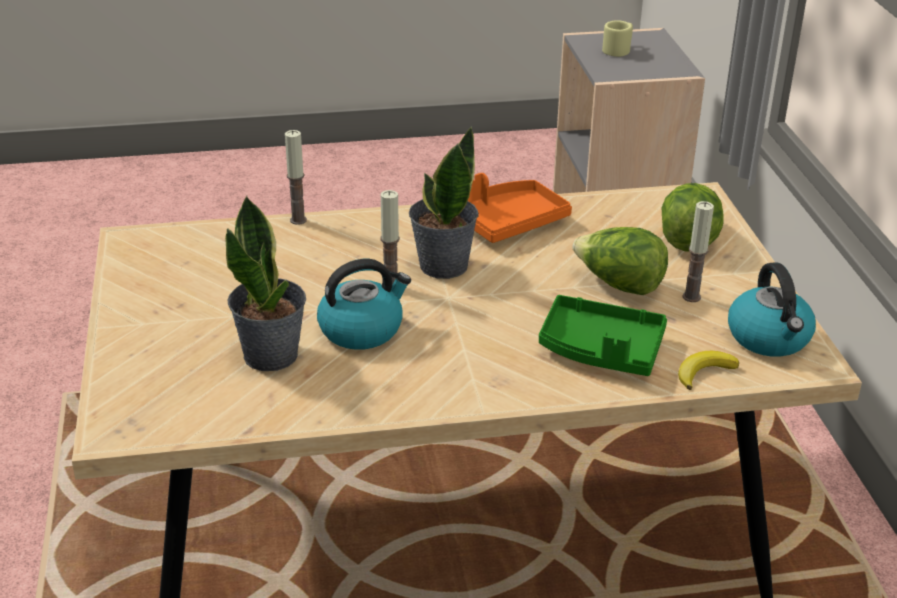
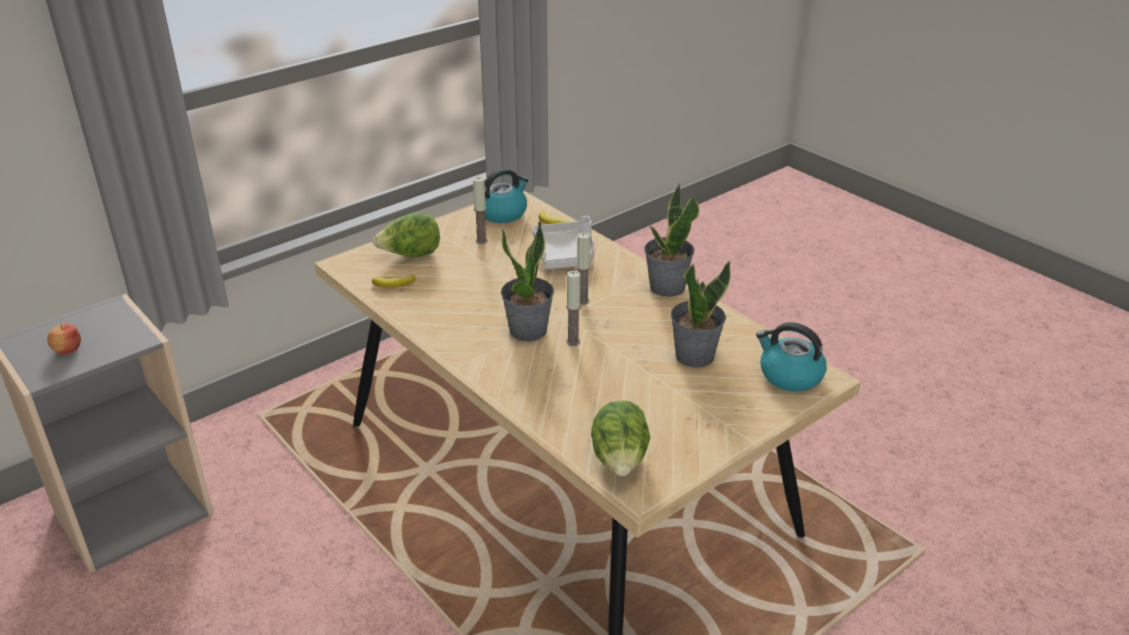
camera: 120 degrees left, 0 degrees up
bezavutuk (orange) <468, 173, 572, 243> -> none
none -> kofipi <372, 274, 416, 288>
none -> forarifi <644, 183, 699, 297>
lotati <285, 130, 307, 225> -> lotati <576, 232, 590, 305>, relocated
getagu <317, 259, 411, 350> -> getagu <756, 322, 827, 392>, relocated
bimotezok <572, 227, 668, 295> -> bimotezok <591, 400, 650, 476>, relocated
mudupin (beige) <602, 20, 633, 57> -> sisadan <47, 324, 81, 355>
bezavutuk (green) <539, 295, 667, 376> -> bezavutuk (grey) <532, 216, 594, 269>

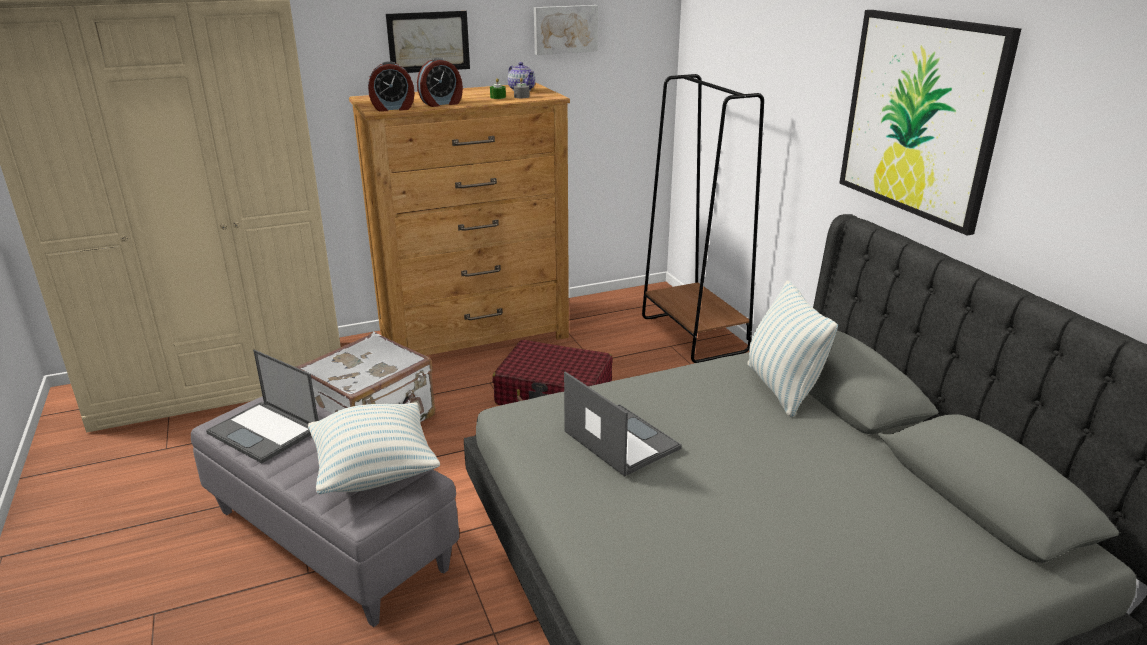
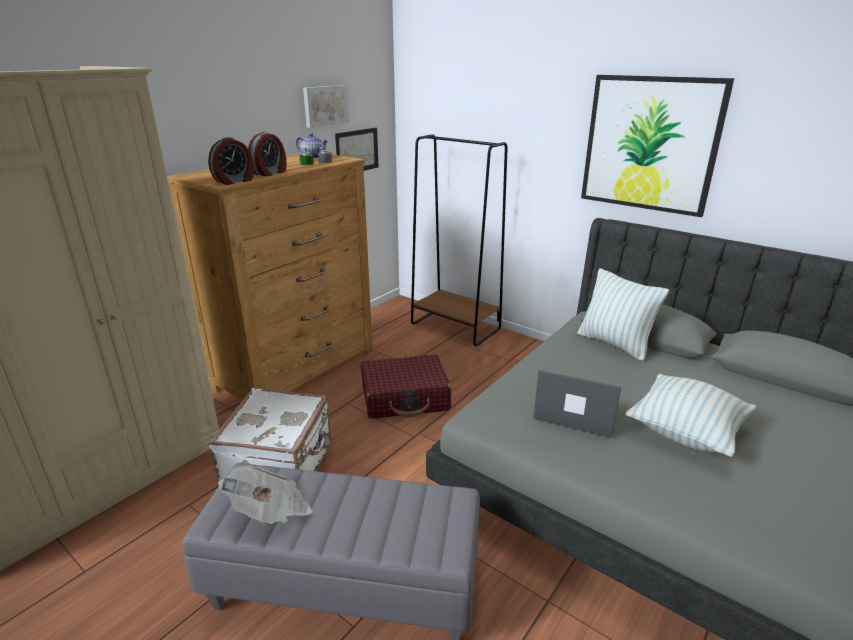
camera: 30 degrees left, 0 degrees up
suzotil <308, 402, 440, 494> -> suzotil <625, 374, 756, 457>, relocated
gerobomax <386, 11, 470, 73> -> gerobomax <335, 128, 379, 171>, relocated
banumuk <206, 350, 318, 463> -> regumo <218, 465, 312, 525>

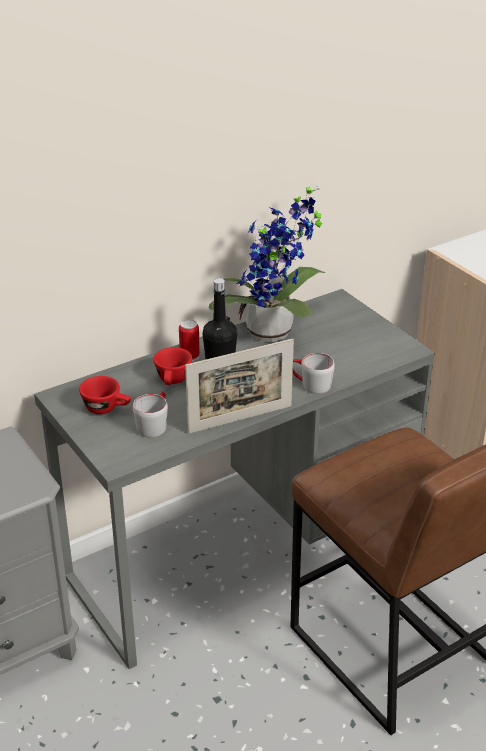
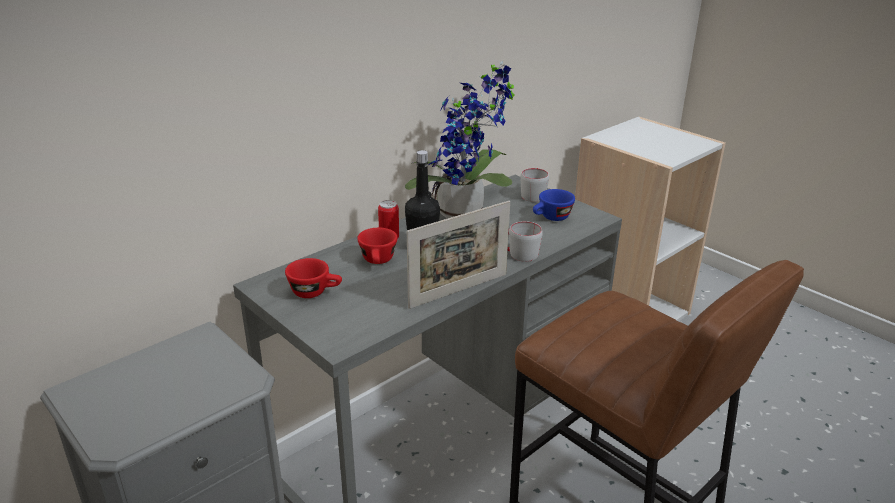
camera: 10 degrees left, 5 degrees down
none -> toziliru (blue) <533, 189, 575, 221>
mudupin (grey) <133, 392, 168, 438> -> mudupin (grey) <520, 168, 549, 202>, relocated

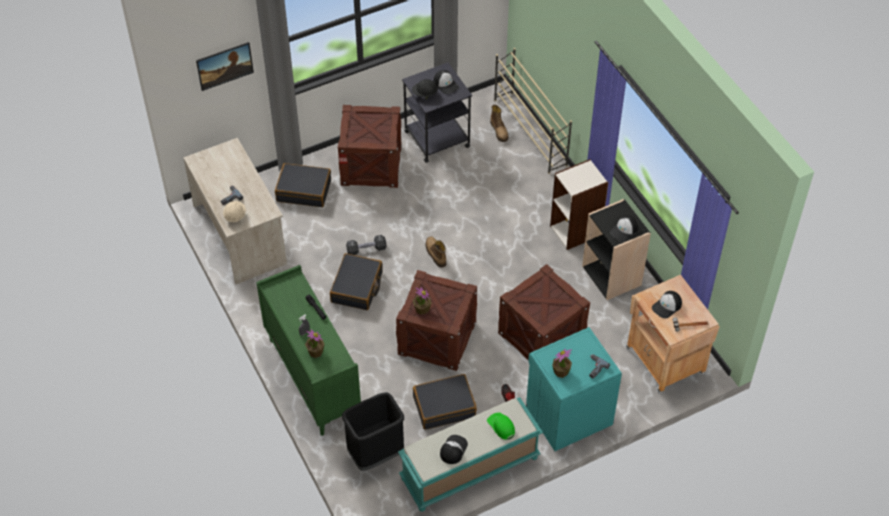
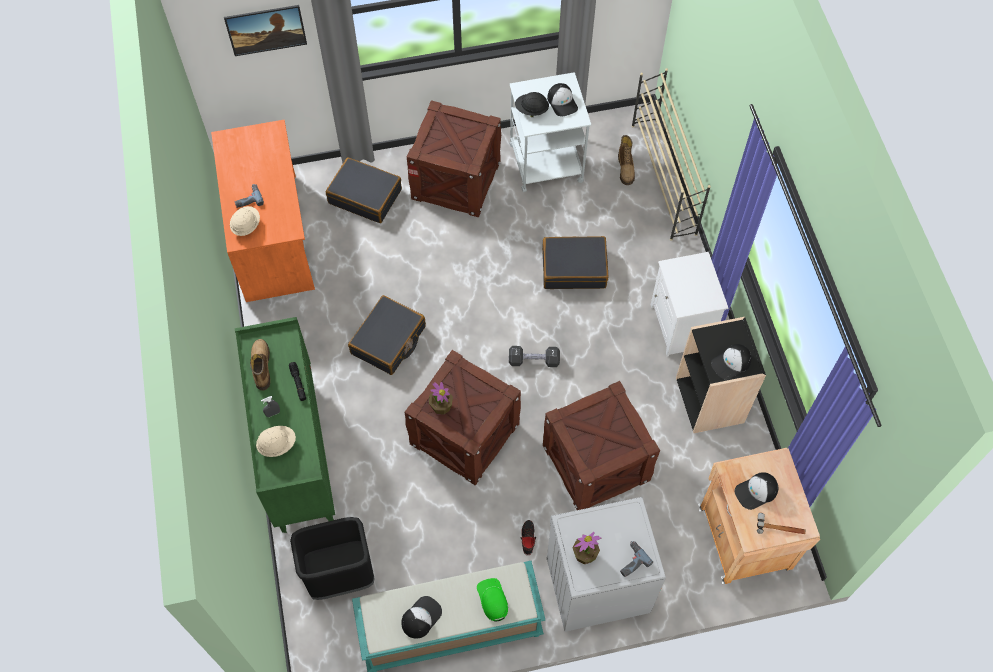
camera: 15 degrees right, 10 degrees up
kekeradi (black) <346, 235, 387, 255> -> kekeradi (black) <509, 346, 560, 367>, relocated
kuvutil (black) <413, 374, 477, 430> -> kuvutil (black) <542, 236, 608, 289>, relocated
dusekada <425, 236, 446, 268> -> dusekada <250, 339, 270, 391>, relocated
forarifi <305, 329, 325, 358> -> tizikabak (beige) <256, 426, 296, 457>
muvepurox <550, 159, 608, 250> -> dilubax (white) <651, 252, 728, 357>
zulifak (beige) <183, 138, 287, 284> -> zulifak (orange) <211, 120, 315, 302>
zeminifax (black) <402, 62, 472, 163> -> zeminifax (white) <509, 72, 591, 192>
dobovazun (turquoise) <526, 327, 622, 451> -> dobovazun (white) <547, 497, 666, 632>

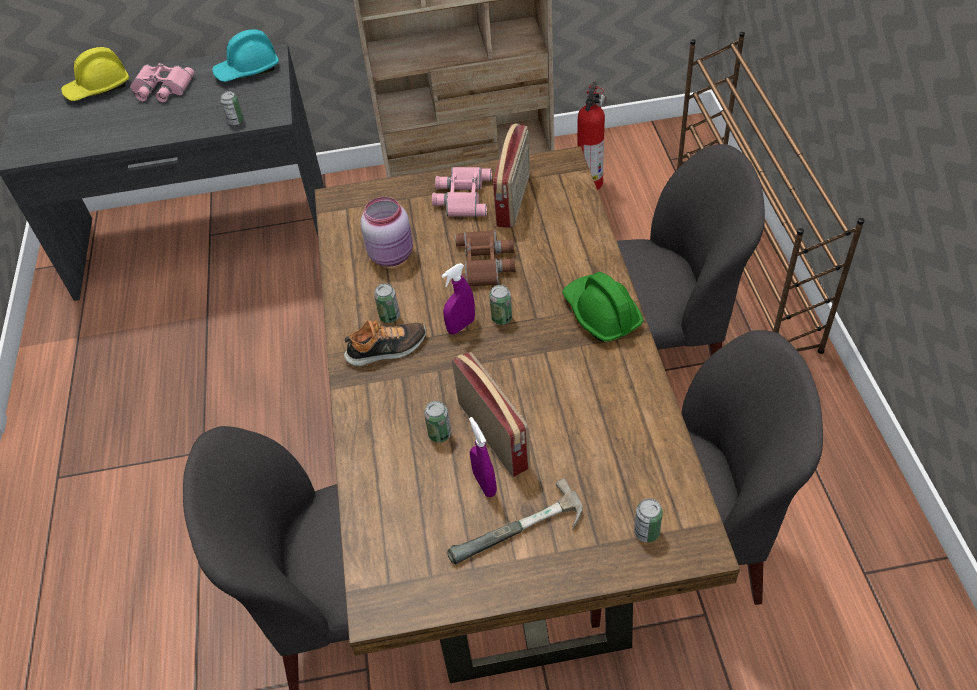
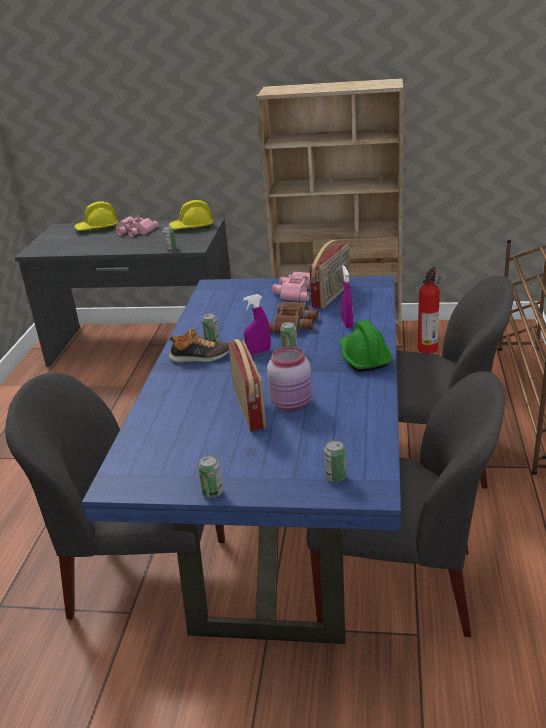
camera: 15 degrees right, 20 degrees down
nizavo <447, 478, 583, 565> -> none
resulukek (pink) <361, 197, 413, 267> -> resulukek (pink) <267, 347, 312, 412>, relocated
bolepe <424, 401, 451, 443> -> bolepe <198, 456, 223, 498>, relocated
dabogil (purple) <469, 417, 497, 497> -> dabogil (purple) <341, 265, 353, 328>, relocated
tizikabak (turquoise) <212, 29, 279, 82> -> tizikabak (yellow) <169, 200, 213, 229>
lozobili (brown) <315, 146, 740, 683> -> lozobili (blue) <82, 276, 401, 644>

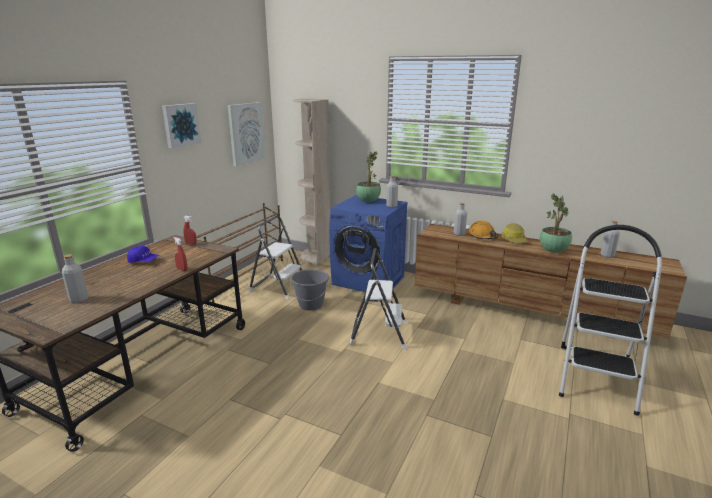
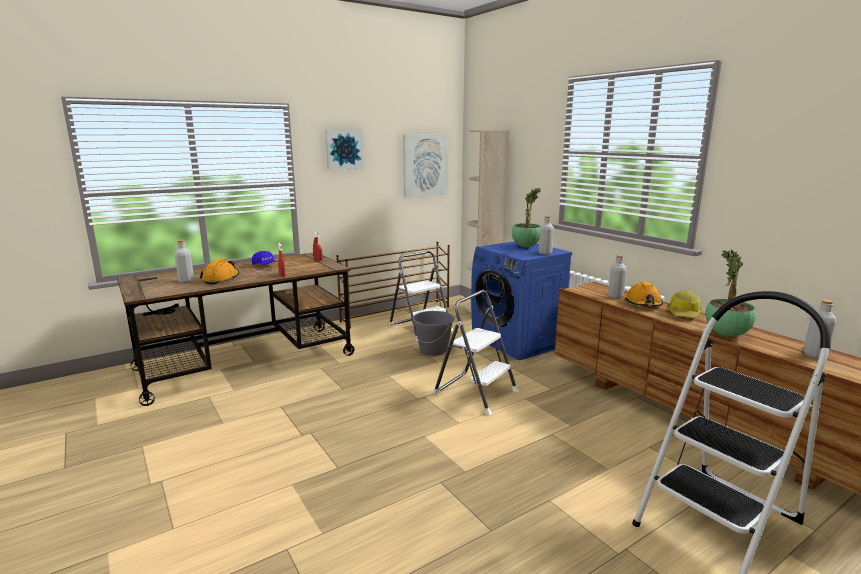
camera: 30 degrees right, 5 degrees down
none -> tizikabak (orange) <200, 258, 239, 284>

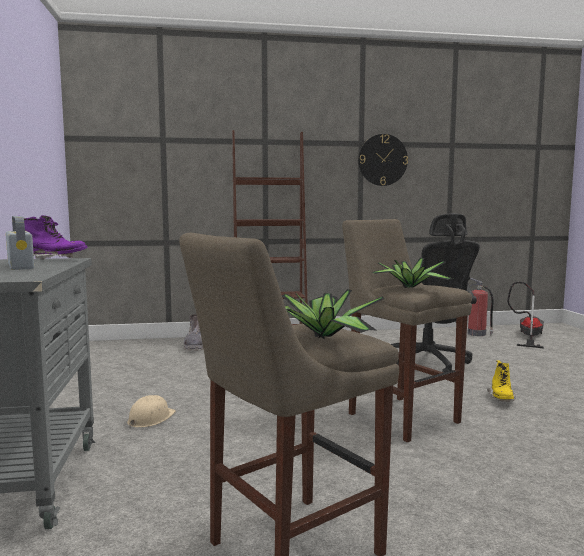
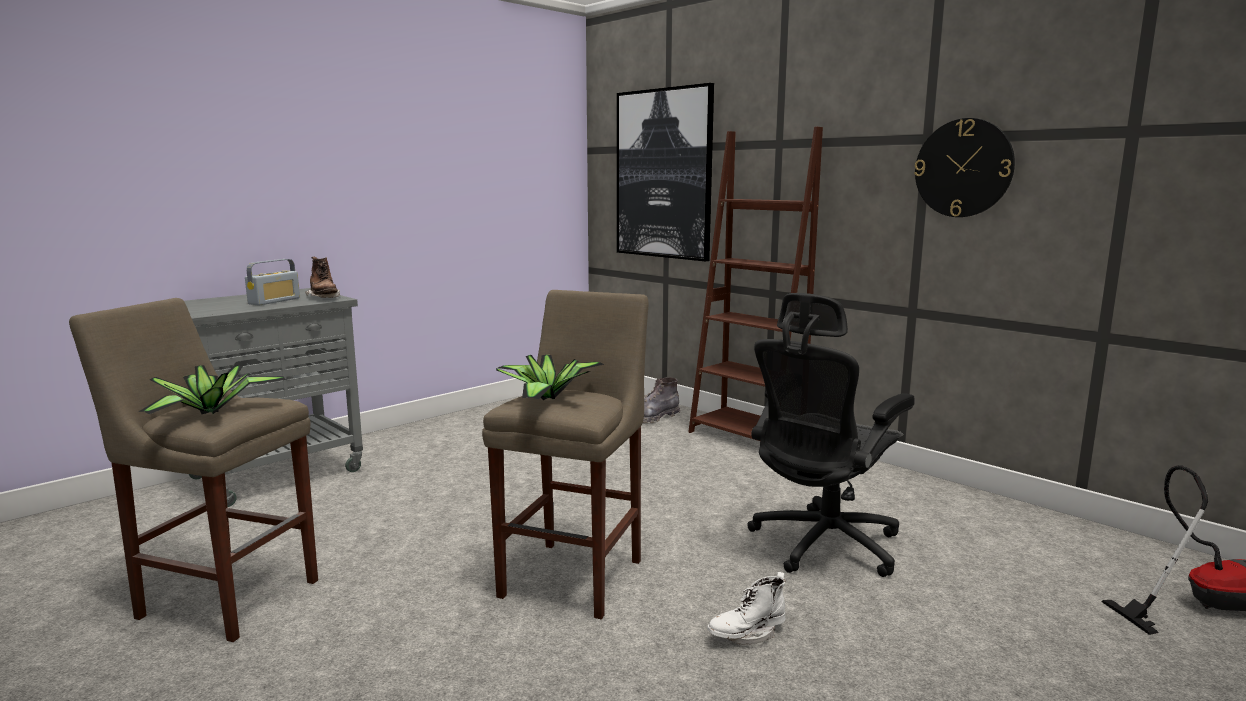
camera: 55 degrees right, 5 degrees up
tizikabak (beige) <127, 395, 176, 429> -> none
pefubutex <468, 278, 494, 336> -> none
none -> gerobomax <617, 83, 714, 261>
dusekada (purple) <24, 215, 88, 259> -> dusekada (brown) <305, 257, 340, 298>
dusekada (yellow) <487, 360, 516, 402> -> dusekada (white) <708, 572, 785, 645>

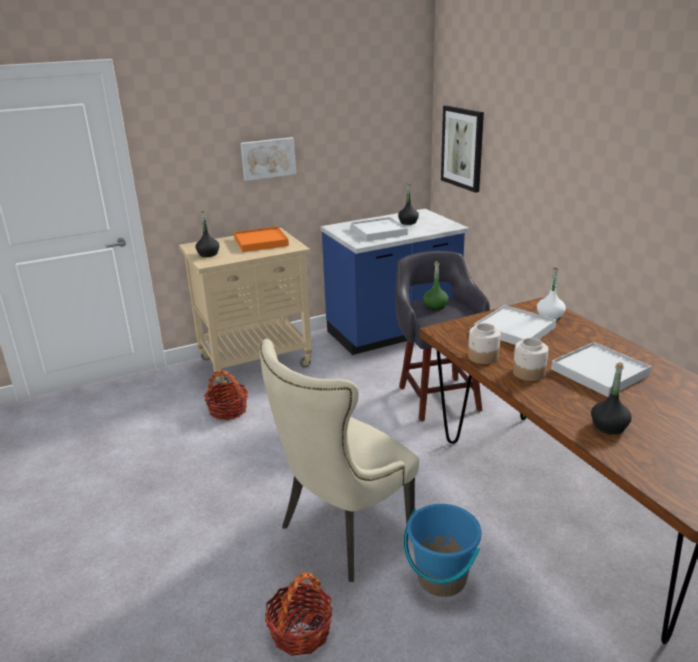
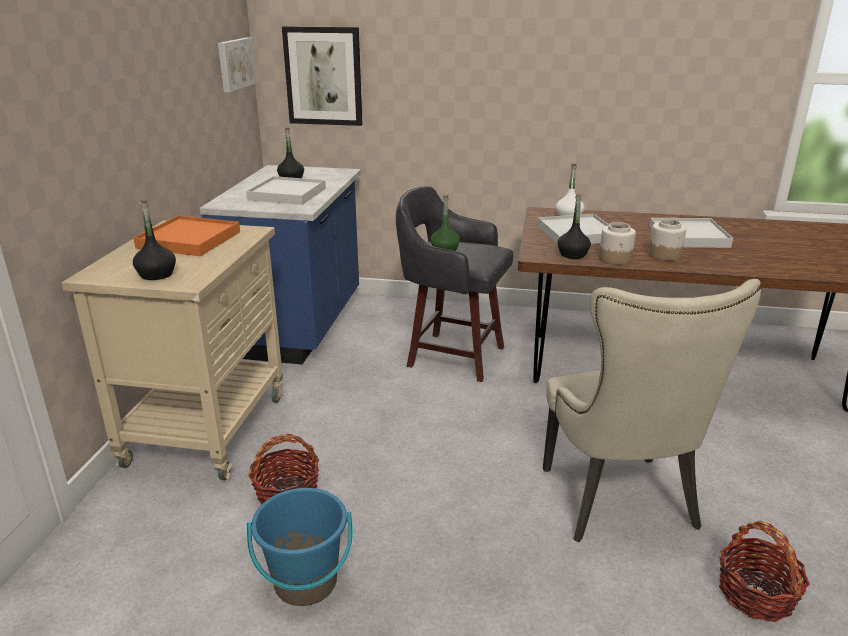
camera: 55 degrees left, 0 degrees up
gerobomax <240, 137, 296, 181> -> gerobomax <218, 37, 257, 92>, relocated
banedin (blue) <403, 504, 481, 597> -> banedin (blue) <247, 488, 353, 606>, relocated
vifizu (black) <591, 363, 632, 434> -> vifizu (black) <557, 193, 591, 259>, relocated

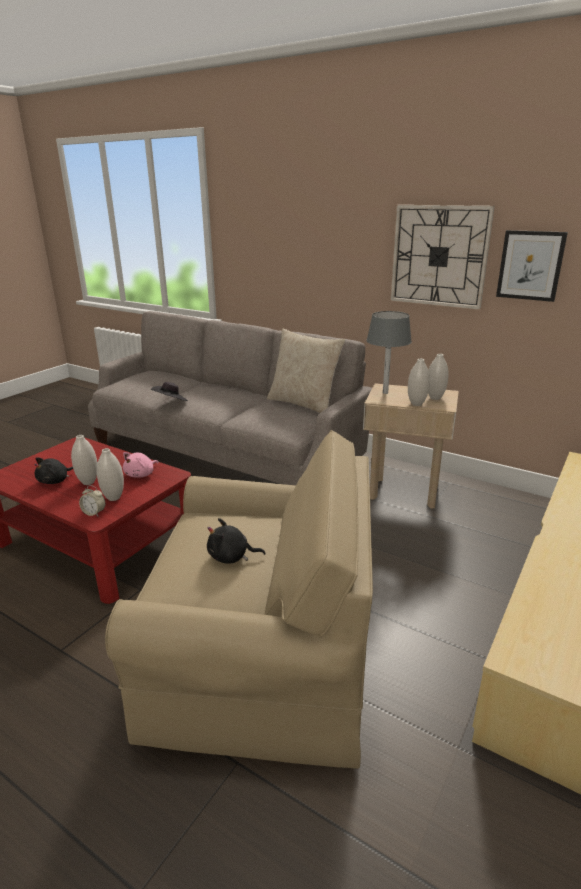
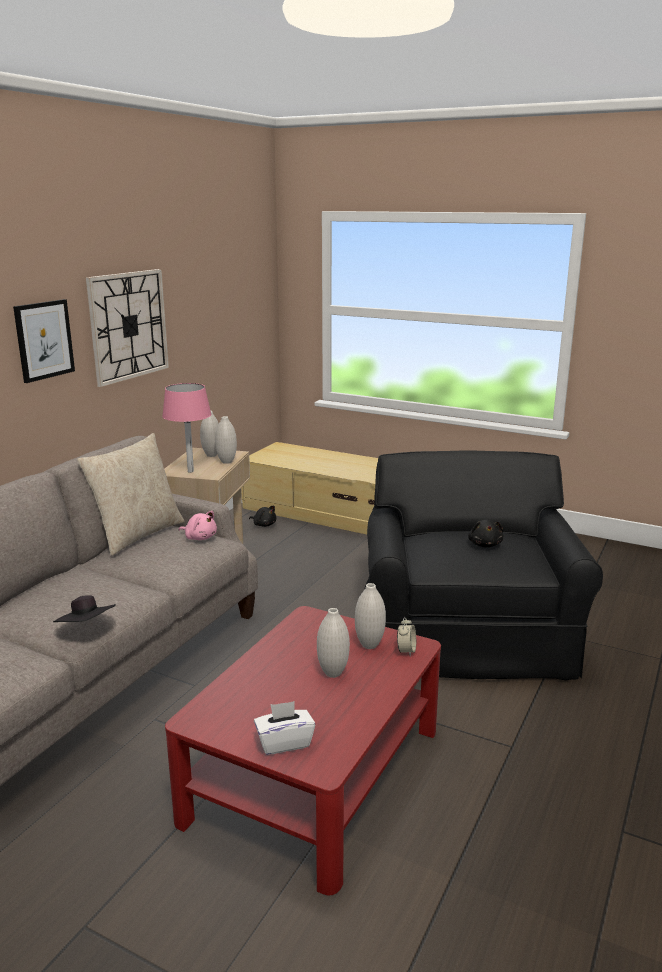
camera: 95 degrees left, 5 degrees down
none -> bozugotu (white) <254, 701, 315, 755>
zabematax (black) <34, 457, 73, 484> -> zabematax (black) <249, 506, 276, 527>, relocated
zabematax (pink) <123, 452, 158, 478> -> zabematax (pink) <179, 511, 217, 540>, relocated
gerobomax <496, 230, 568, 302> -> gerobomax <13, 299, 75, 383>, relocated
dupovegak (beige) <105, 430, 373, 769> -> dupovegak (black) <364, 450, 603, 680>
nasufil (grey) <366, 311, 412, 394> -> nasufil (pink) <162, 383, 211, 473>

